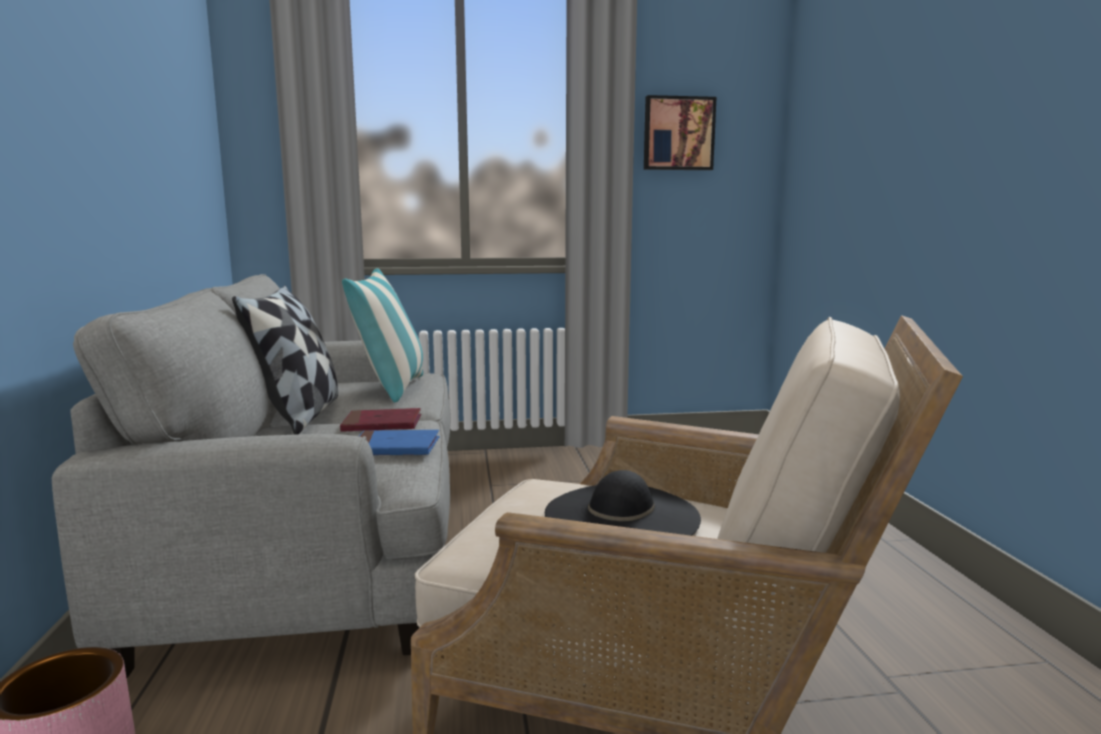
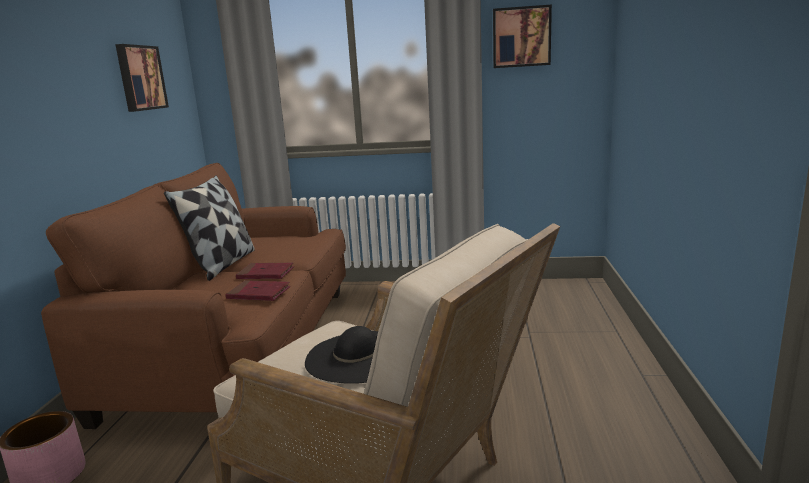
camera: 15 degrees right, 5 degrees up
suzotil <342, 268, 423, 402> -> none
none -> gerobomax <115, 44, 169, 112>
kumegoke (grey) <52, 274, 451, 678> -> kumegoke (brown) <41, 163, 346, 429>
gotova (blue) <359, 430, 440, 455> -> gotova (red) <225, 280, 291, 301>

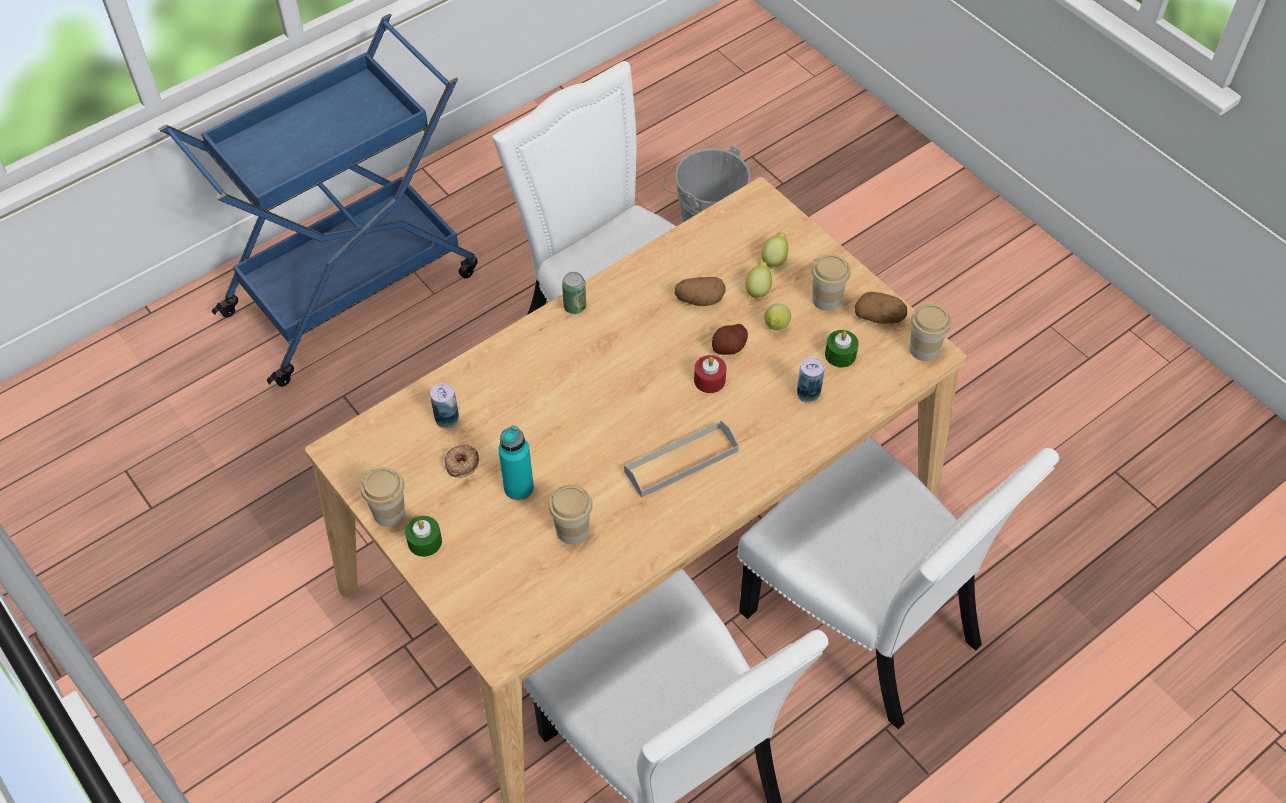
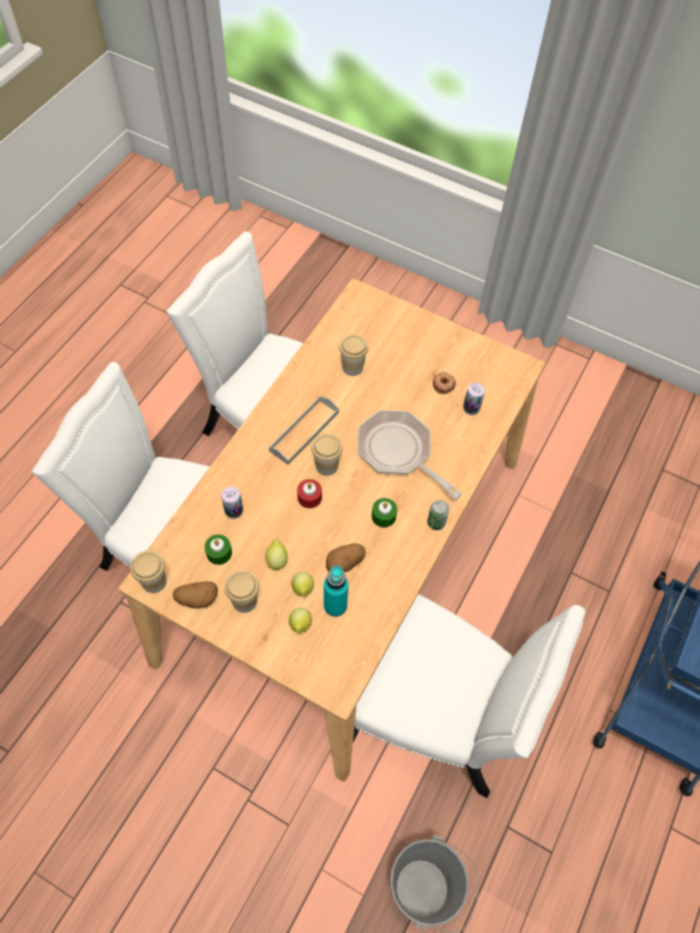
camera: 155 degrees right, 5 degrees up
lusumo <712, 324, 748, 355> -> none
none -> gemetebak <358, 410, 462, 500>
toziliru <361, 467, 405, 526> -> toziliru <311, 434, 343, 476>, relocated
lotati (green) <405, 516, 442, 557> -> lotati (green) <372, 498, 397, 528>, relocated
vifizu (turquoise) <498, 425, 534, 500> -> vifizu (turquoise) <324, 566, 348, 617>, relocated

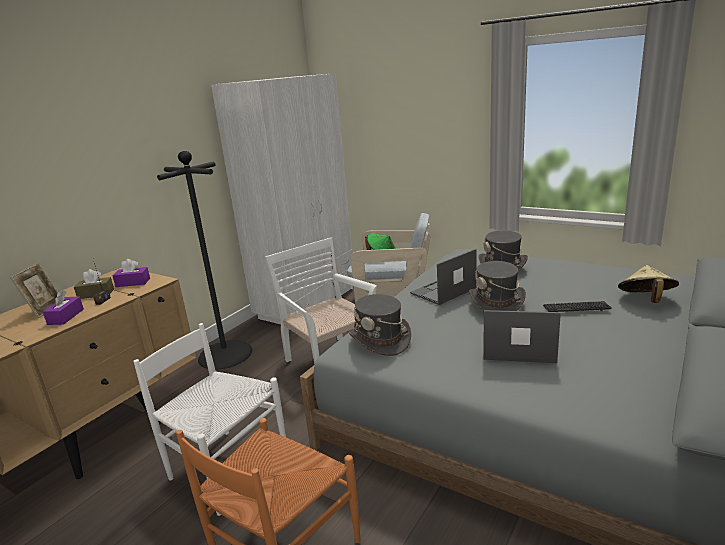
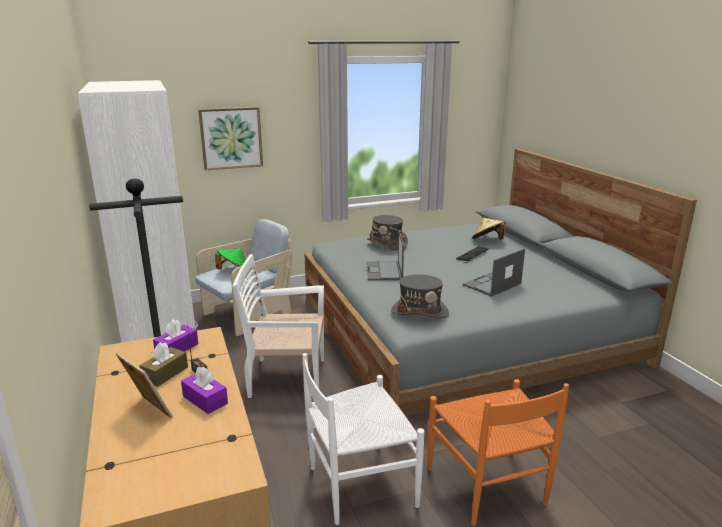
camera: 55 degrees left, 0 degrees up
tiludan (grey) <469, 261, 526, 311> -> none
none -> gerobomax <198, 107, 263, 170>

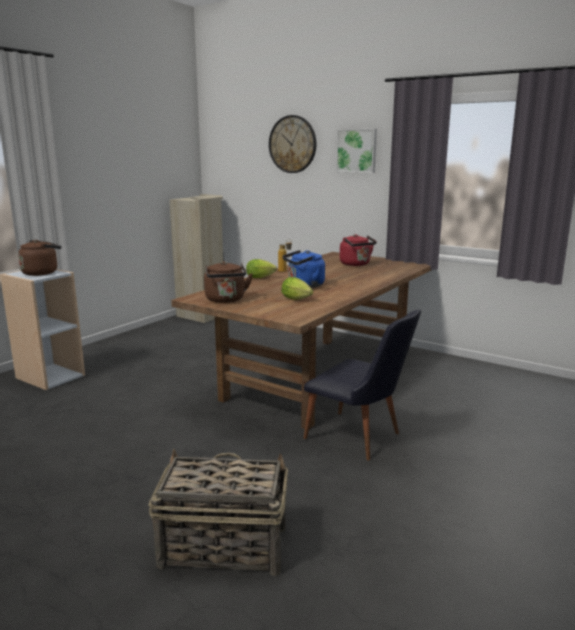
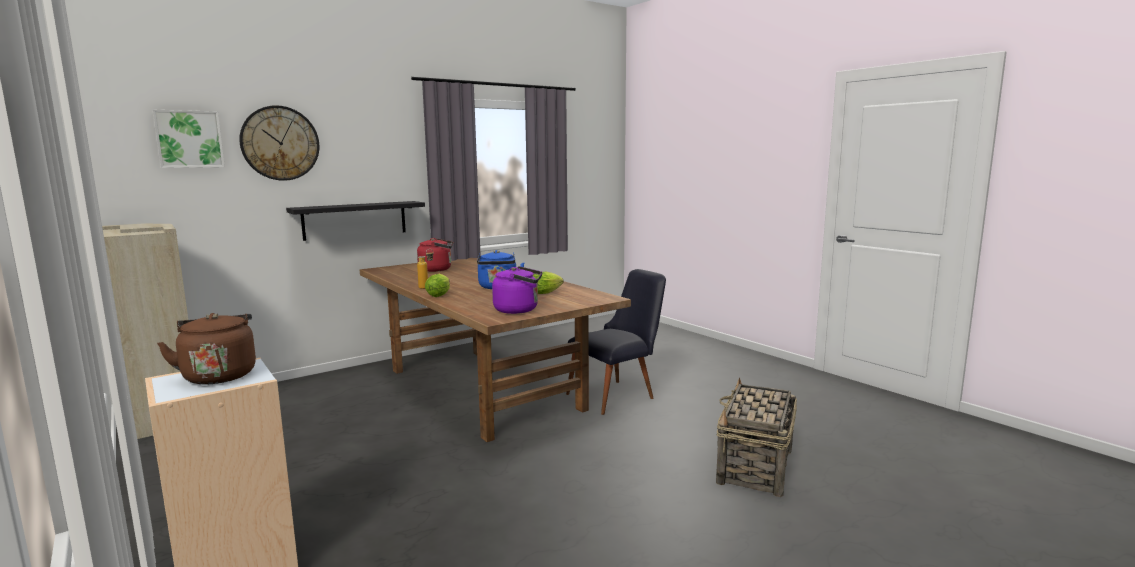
camera: 70 degrees left, 5 degrees down
none -> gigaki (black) <286, 201, 425, 241>
gerobomax <336, 129, 377, 173> -> gerobomax <152, 110, 225, 168>, relocated
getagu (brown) <204, 261, 253, 303> -> getagu (purple) <492, 266, 542, 314>

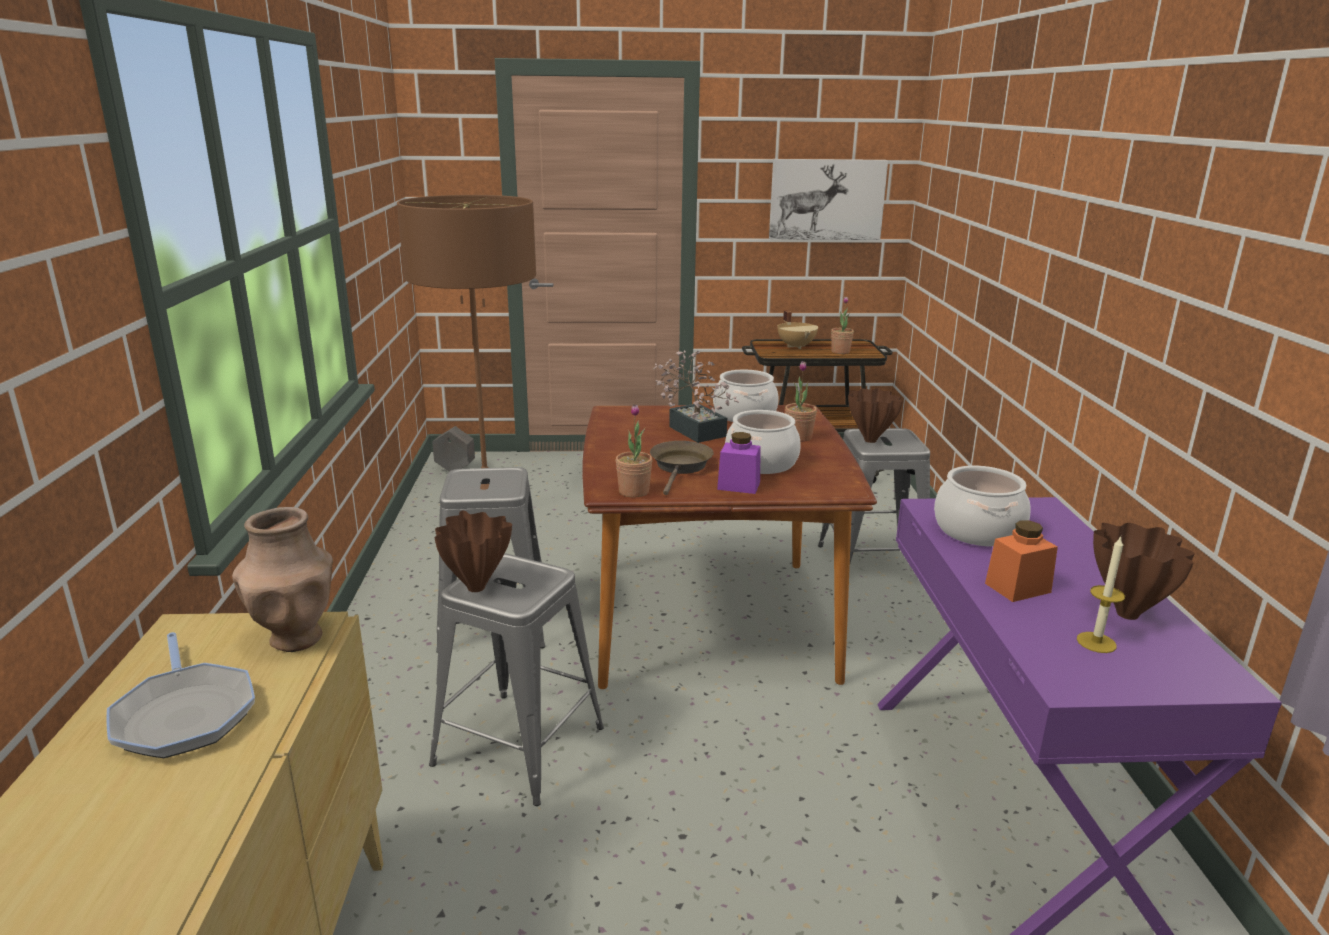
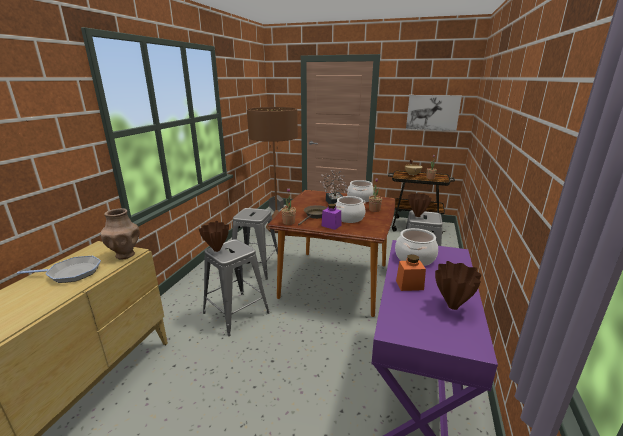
camera: 20 degrees right, 0 degrees up
lotati <1077, 536, 1125, 653> -> none
gemetebak <106, 632, 255, 758> -> gemetebak <17, 256, 101, 283>, 90 degrees counterclockwise

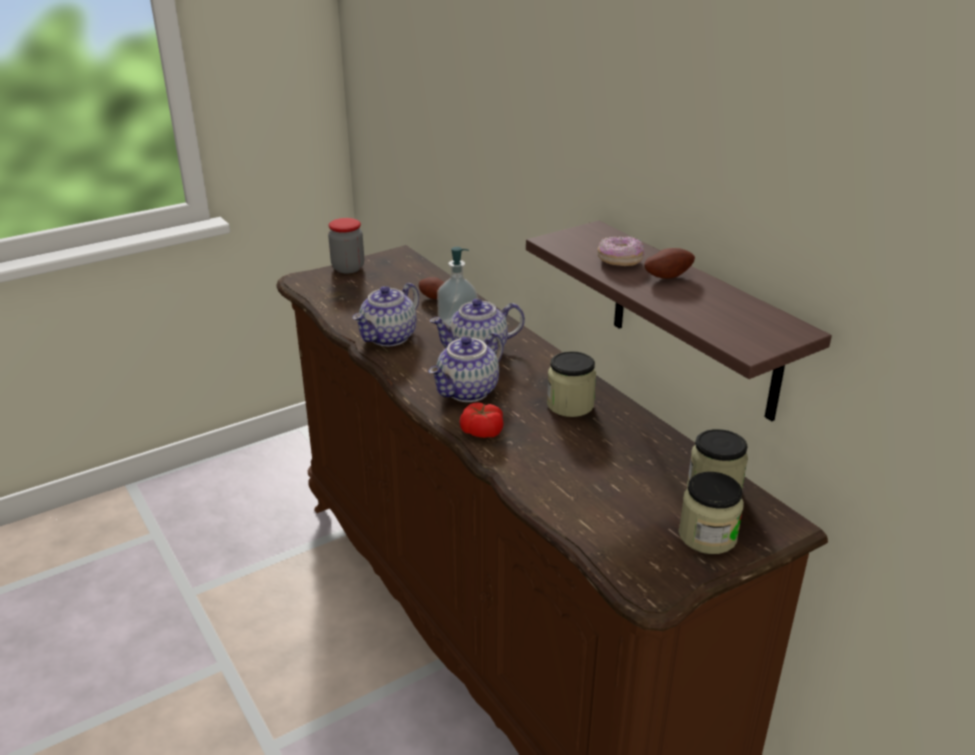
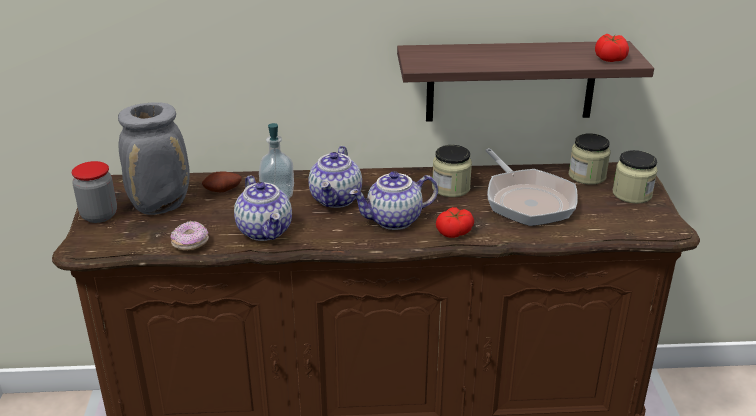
camera: 60 degrees left, 0 degrees up
lusumo <644, 248, 695, 279> -> none
none -> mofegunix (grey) <118, 102, 190, 215>
none -> gemetebak <485, 148, 578, 226>
none -> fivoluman <595, 34, 629, 62>
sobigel <597, 236, 644, 266> -> sobigel <171, 221, 209, 250>, relocated
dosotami <429, 332, 503, 402> -> dosotami <349, 171, 438, 230>, 90 degrees clockwise

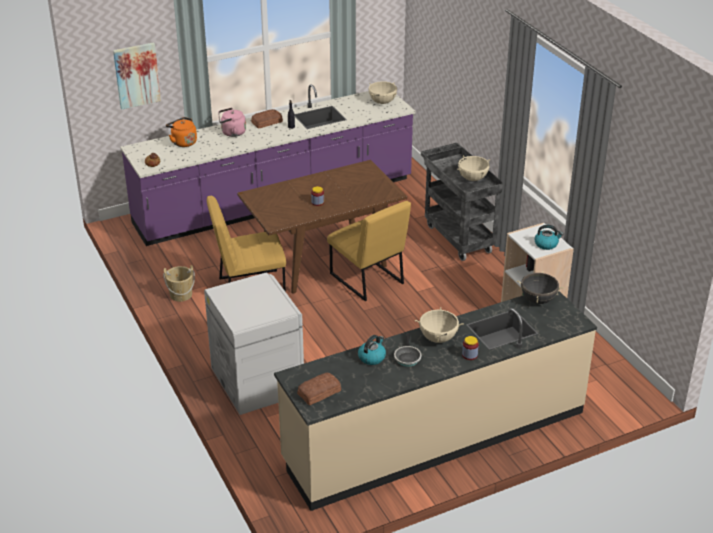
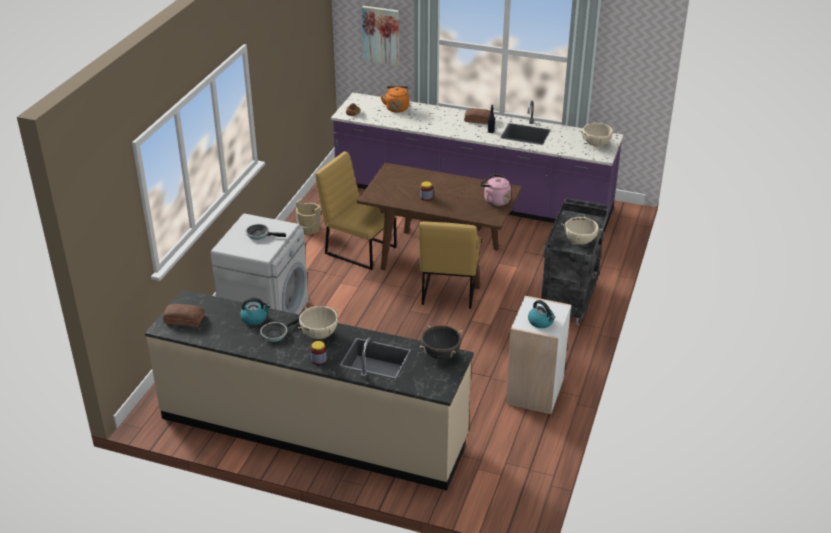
camera: 45 degrees right, 0 degrees up
none -> gemetebak <246, 224, 286, 240>
getagu (pink) <218, 108, 246, 137> -> getagu (pink) <480, 174, 511, 206>, relocated

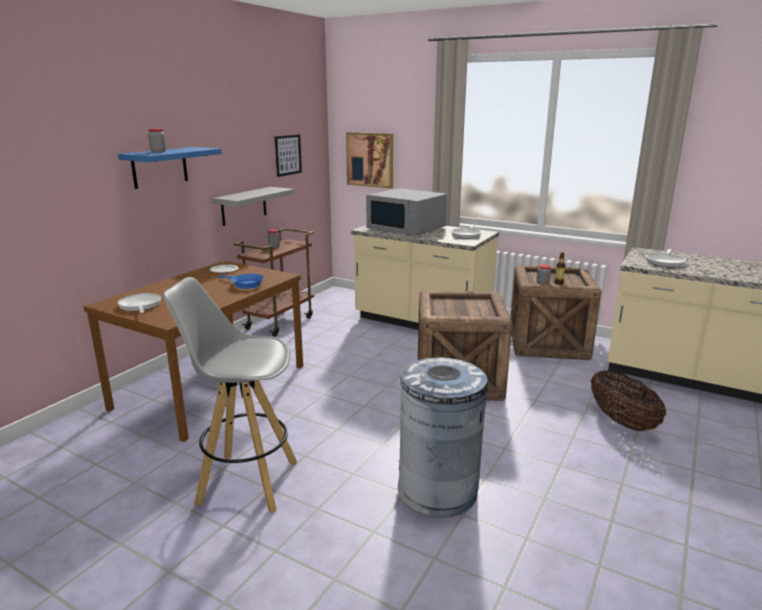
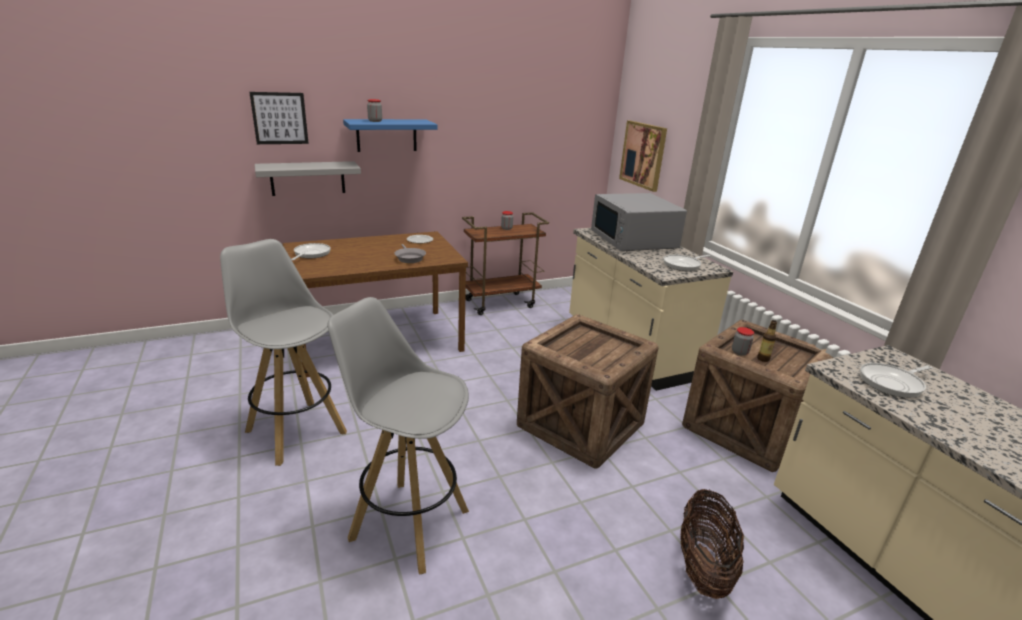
camera: 35 degrees right, 5 degrees up
gigaki (grey) <212, 187, 294, 226> -> gigaki (grey) <255, 161, 361, 196>, relocated
gerobomax <275, 134, 302, 177> -> gerobomax <249, 92, 309, 144>, relocated
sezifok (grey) <398, 357, 488, 518> -> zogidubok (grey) <327, 297, 469, 574>
gemetebak (blue) <218, 274, 264, 289> -> gemetebak (grey) <394, 244, 426, 263>

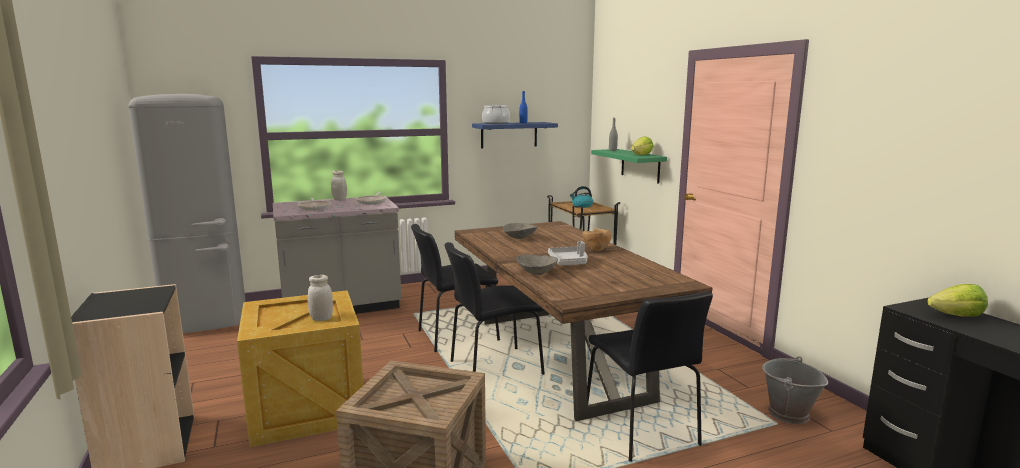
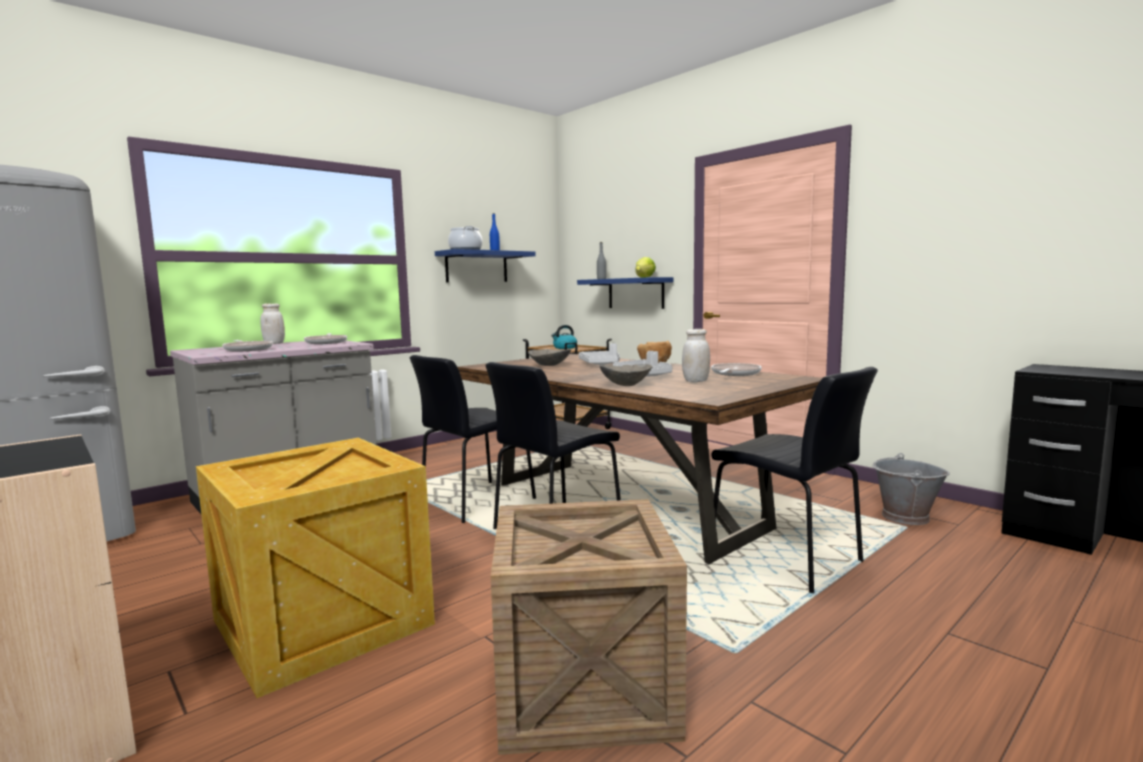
camera: 20 degrees left, 5 degrees down
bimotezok <927, 284, 988, 317> -> none
none -> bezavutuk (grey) <579, 343, 620, 365>
none -> gemetebak <711, 363, 762, 376>
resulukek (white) <308, 275, 333, 321> -> resulukek (white) <682, 329, 710, 382>, relocated
gigaki (green) <591, 149, 667, 184> -> gigaki (blue) <577, 277, 673, 309>

